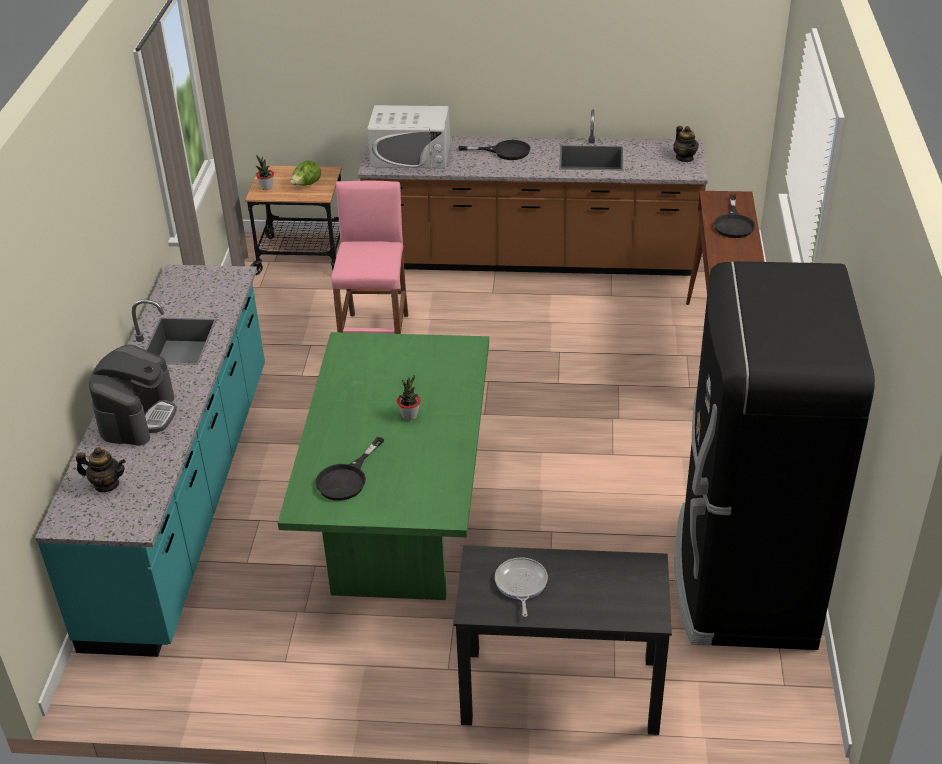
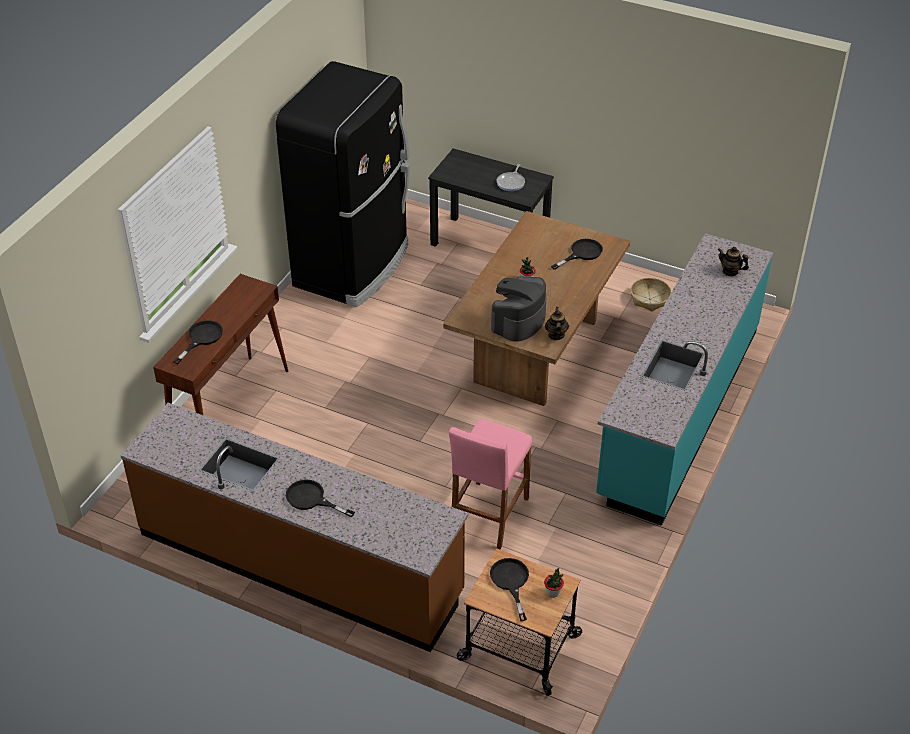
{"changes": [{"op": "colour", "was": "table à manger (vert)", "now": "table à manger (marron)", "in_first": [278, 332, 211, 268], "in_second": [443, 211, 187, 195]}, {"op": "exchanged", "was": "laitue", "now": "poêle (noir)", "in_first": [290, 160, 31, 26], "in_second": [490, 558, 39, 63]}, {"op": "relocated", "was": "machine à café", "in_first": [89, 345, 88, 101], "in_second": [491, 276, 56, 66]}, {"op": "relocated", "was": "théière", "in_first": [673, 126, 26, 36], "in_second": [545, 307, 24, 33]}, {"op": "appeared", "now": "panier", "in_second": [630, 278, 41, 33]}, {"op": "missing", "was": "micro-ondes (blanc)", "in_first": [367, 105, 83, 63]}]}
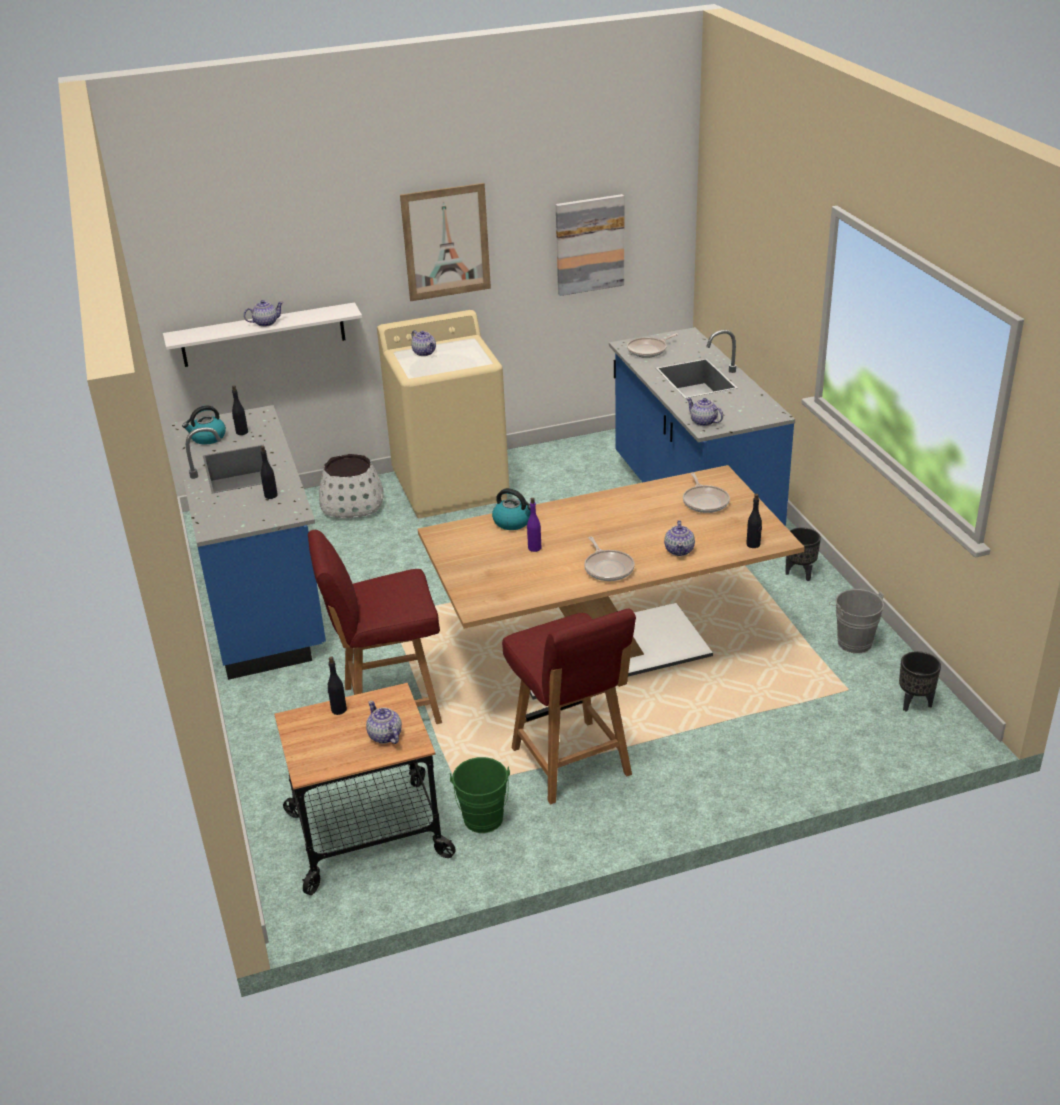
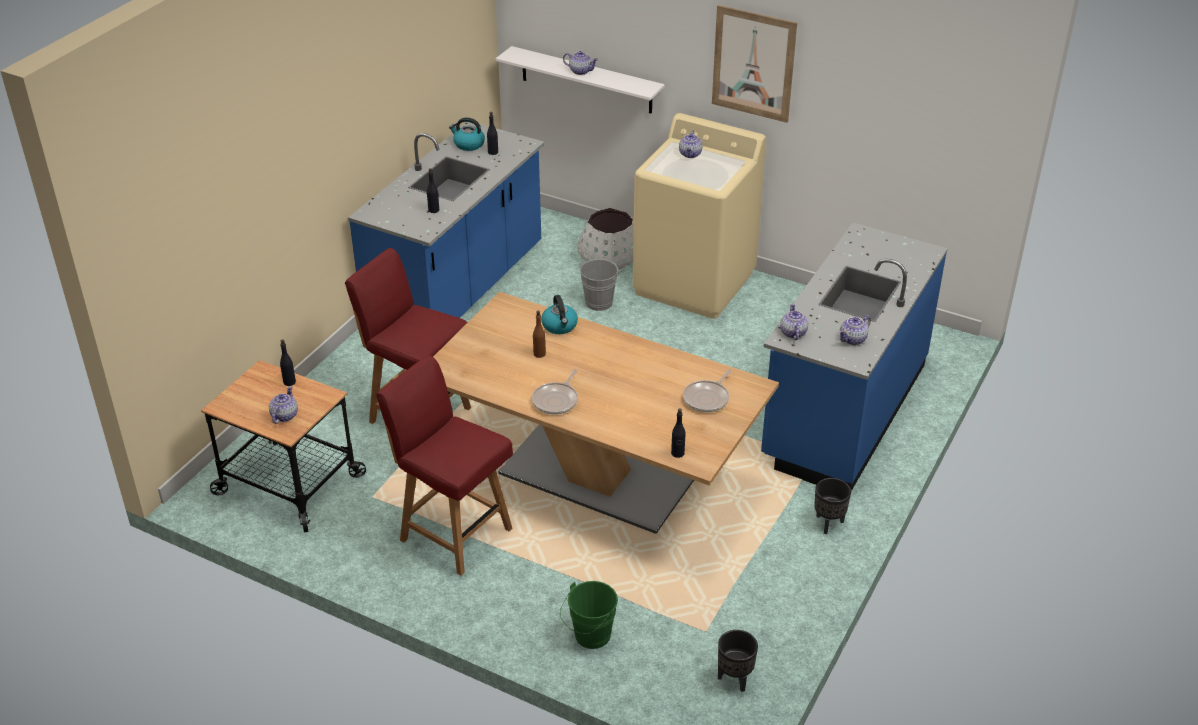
{"changes": [{"op": "spun", "was": "chaise (rouge)", "in_first": [502, 608, 134, 196], "in_second": [376, 355, 137, 221], "clockwise": 105}, {"op": "colour", "was": "bouteille (violet)", "now": "bouteille (marron)", "in_first": [527, 498, 14, 54], "in_second": [533, 311, 13, 47]}, {"op": "relocated", "was": "seau (vert)", "in_first": [450, 757, 60, 76], "in_second": [560, 581, 58, 68]}, {"op": "relocated", "was": "seau (gris)", "in_first": [829, 589, 55, 65], "in_second": [579, 259, 43, 52]}, {"op": "relocated", "was": "théière", "in_first": [664, 520, 31, 36], "in_second": [839, 315, 32, 30]}, {"op": "missing", "was": "tableau", "in_first": [556, 194, 68, 102]}, {"op": "missing", "was": "poêle", "in_first": [627, 333, 51, 25]}]}
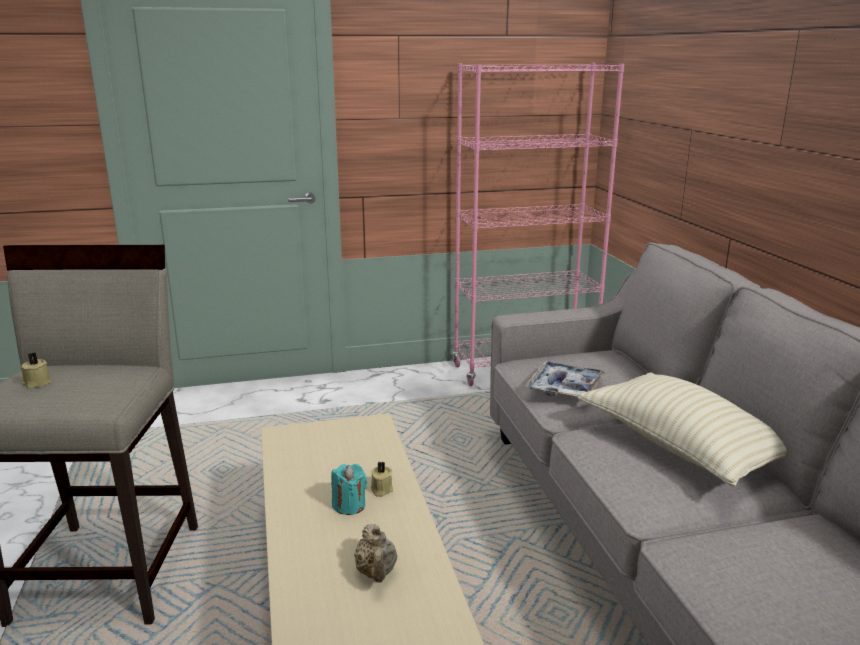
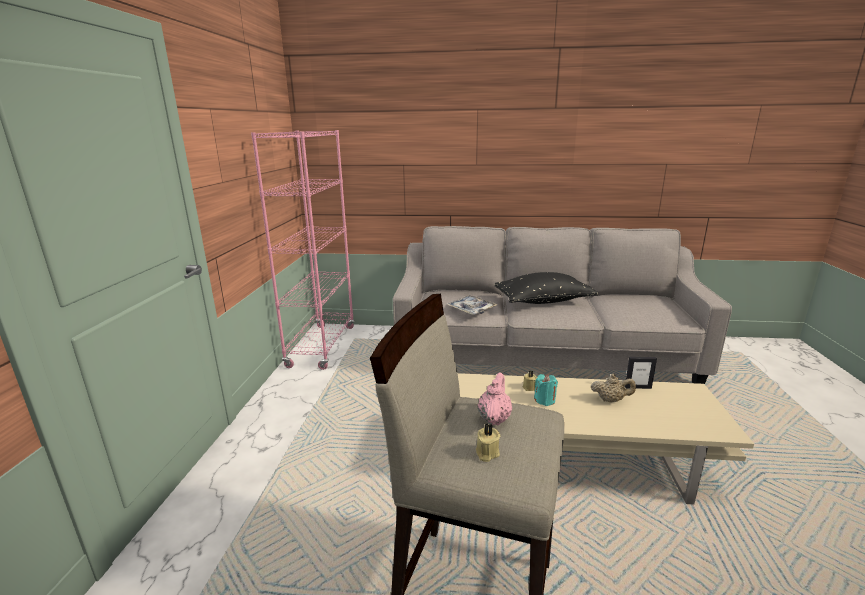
{"changes": [{"op": "appeared", "now": "théière (rose)", "in_second": [477, 373, 35, 53]}, {"op": "colour", "was": "coussin (beige)", "now": "coussin (noir)", "in_first": [578, 373, 209, 114], "in_second": [494, 272, 104, 32]}, {"op": "appeared", "now": "cadre photo", "in_second": [625, 357, 32, 32]}]}
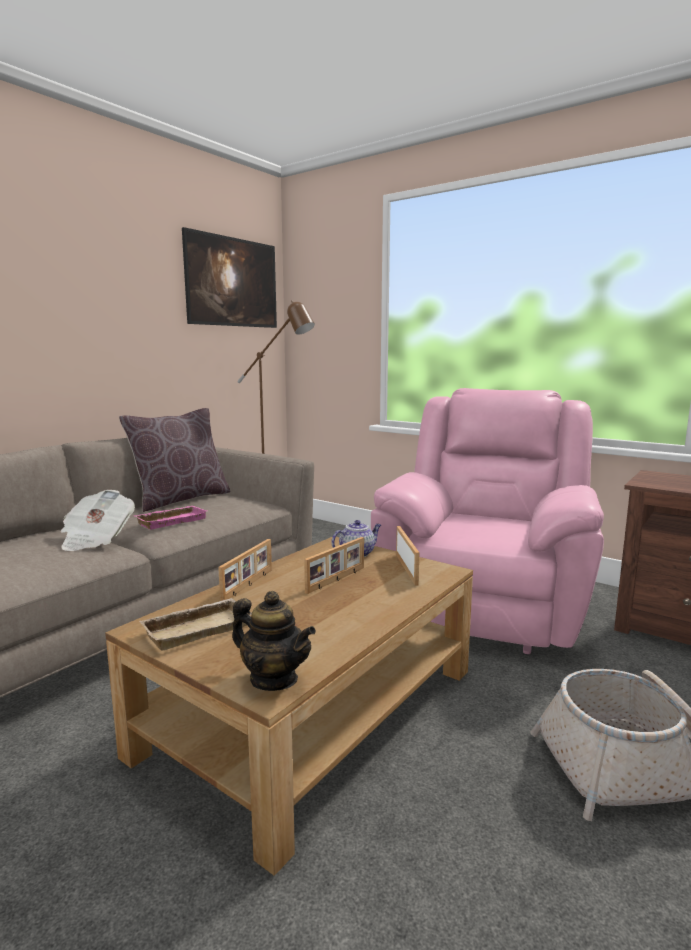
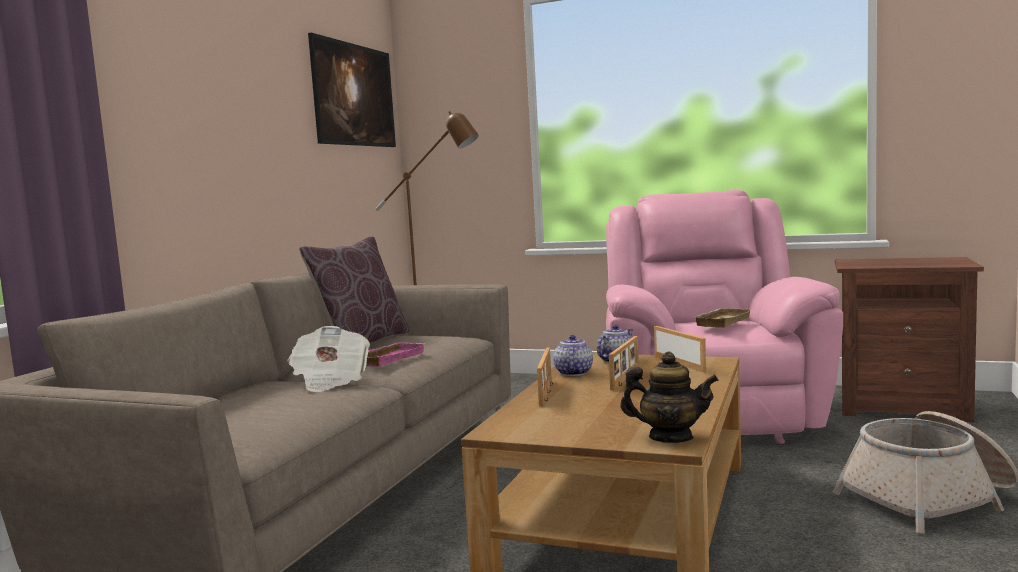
{"changes": [{"op": "appeared", "now": "théière", "in_second": [553, 335, 40, 41]}, {"op": "relocated", "was": "plateau (beige)", "in_first": [140, 598, 112, 53], "in_second": [694, 308, 57, 20]}]}
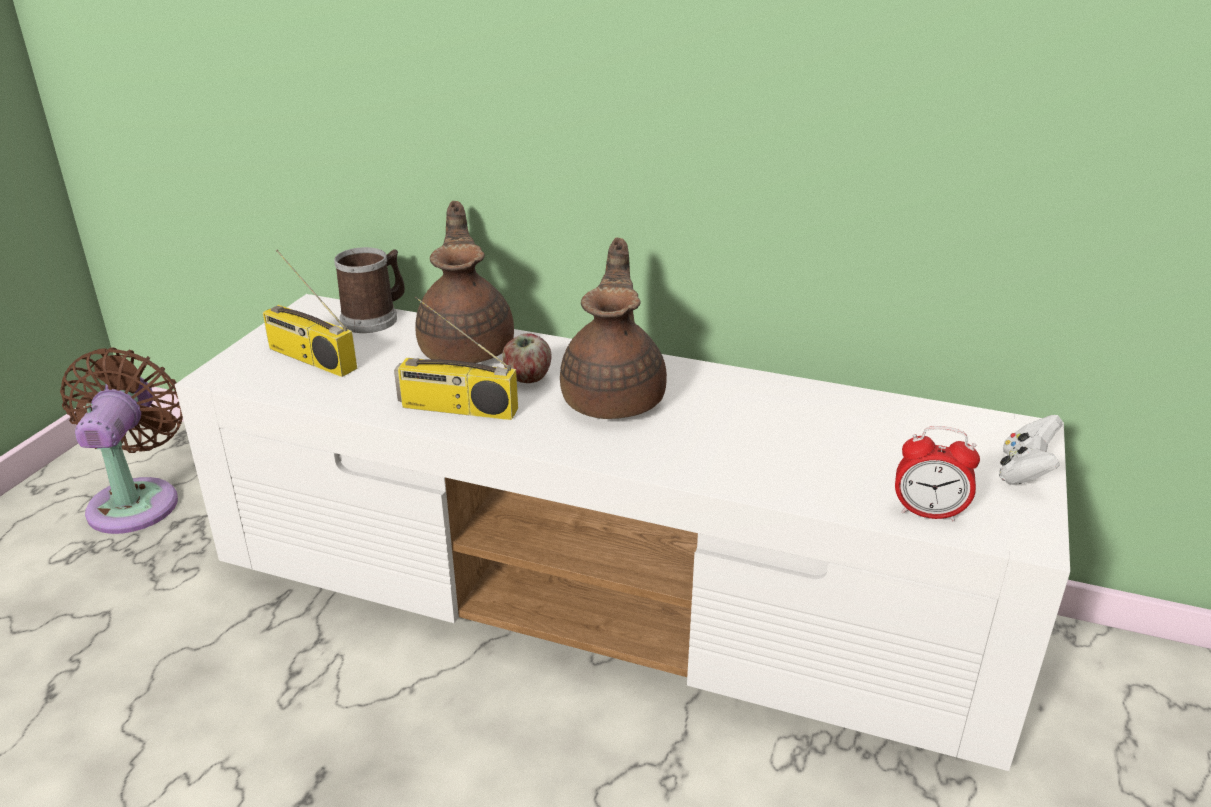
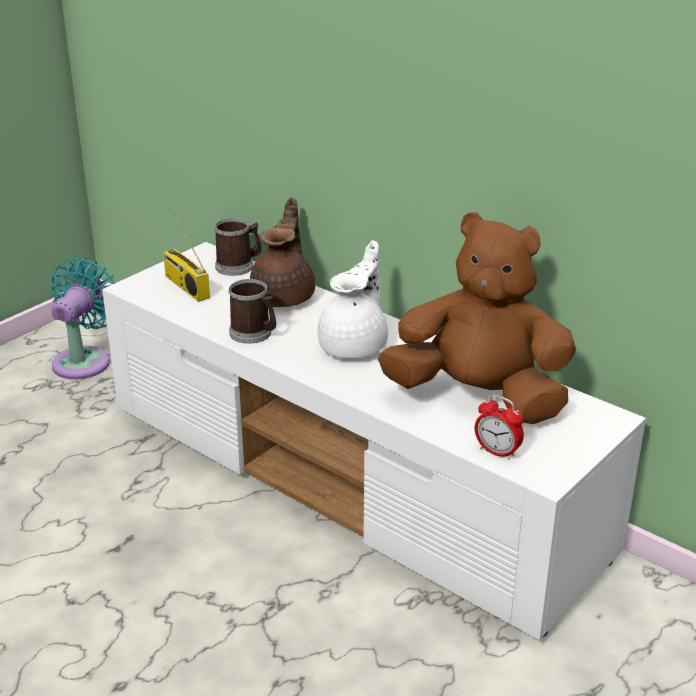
{"changes": [{"op": "colour", "was": "ventilateur (marron)", "now": "ventilateur (turquoise)", "in_first": [60, 348, 123, 186], "in_second": [50, 257, 65, 123]}, {"op": "exchanged", "was": "radio", "now": "mug", "in_first": [394, 297, 124, 123], "in_second": [228, 279, 48, 65]}, {"op": "colour", "was": "théière (marron)", "now": "théière (blanc)", "in_first": [560, 238, 107, 181], "in_second": [318, 240, 70, 119]}, {"op": "appeared", "now": "peluche (marron)", "in_second": [378, 212, 198, 212]}, {"op": "missing", "was": "pomme", "in_first": [502, 333, 50, 50]}, {"op": "missing", "was": "manette (blanc)", "in_first": [999, 415, 64, 70]}]}
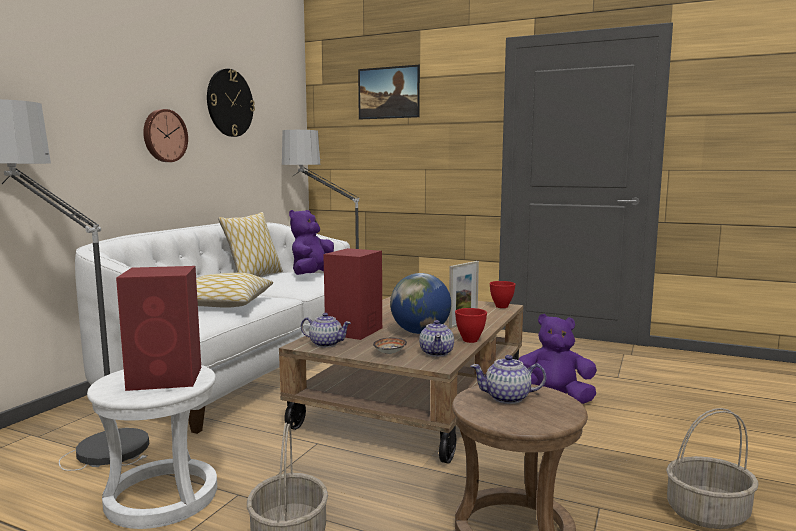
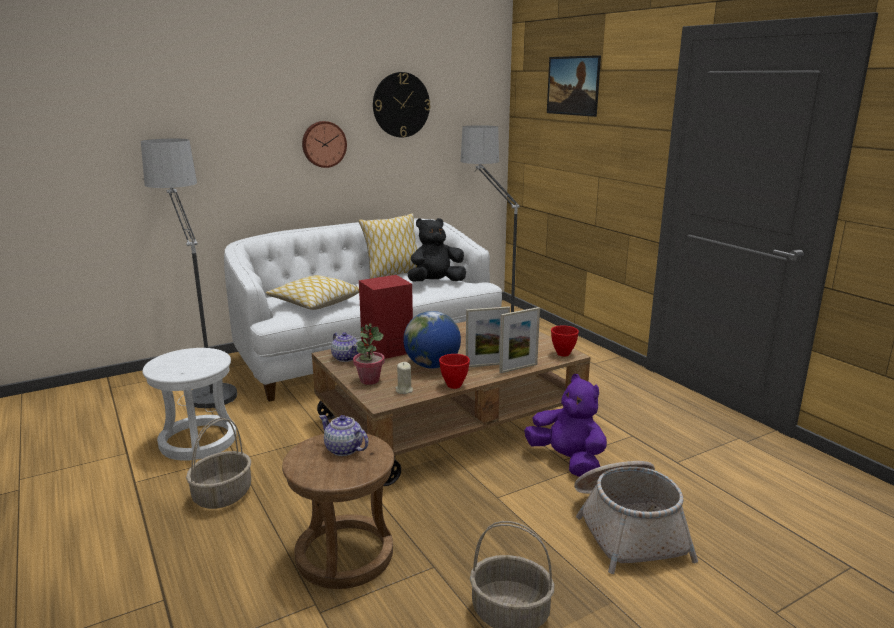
{"changes": [{"op": "exchanged", "was": "bol", "now": "plante en pot", "in_first": [373, 337, 34, 17], "in_second": [353, 324, 32, 61]}, {"op": "exchanged", "was": "théière", "now": "bougie (beige)", "in_first": [419, 320, 35, 37], "in_second": [395, 362, 18, 32]}, {"op": "colour", "was": "peluche (violet)", "now": "peluche (noir)", "in_first": [289, 210, 45, 65], "in_second": [407, 218, 59, 63]}, {"op": "appeared", "now": "cadre photo", "in_second": [499, 307, 41, 66]}, {"op": "appeared", "now": "panier", "in_second": [574, 461, 124, 113]}, {"op": "missing", "was": "enceinte (rouge)", "in_first": [116, 266, 85, 125]}]}
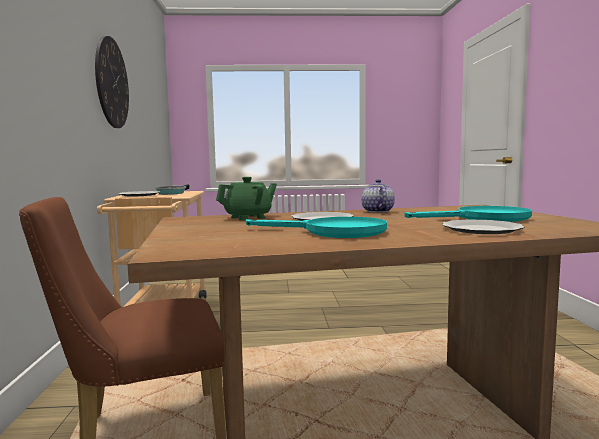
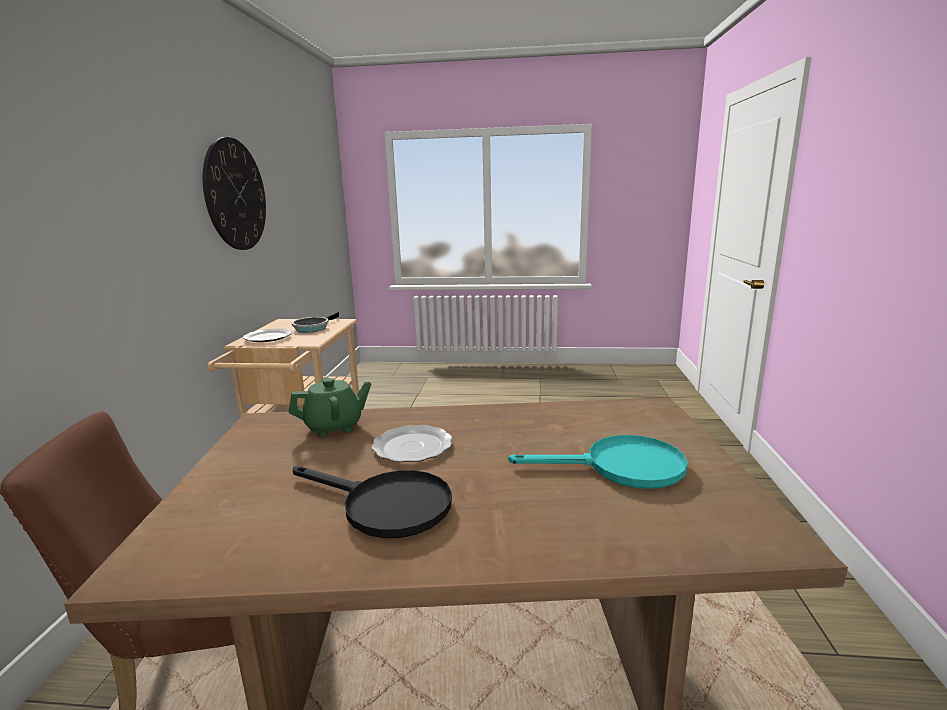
{"changes": [{"op": "colour", "was": "poêle (turquoise)", "now": "poêle (noir)", "in_first": [246, 217, 141, 21], "in_second": [293, 466, 159, 72]}, {"op": "missing", "was": "théière", "in_first": [361, 179, 34, 34]}, {"op": "missing", "was": "assiette", "in_first": [443, 220, 81, 14]}]}
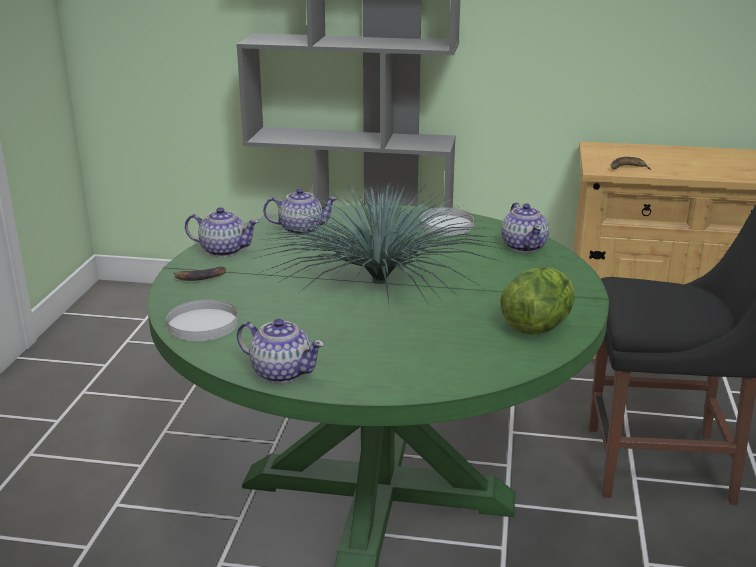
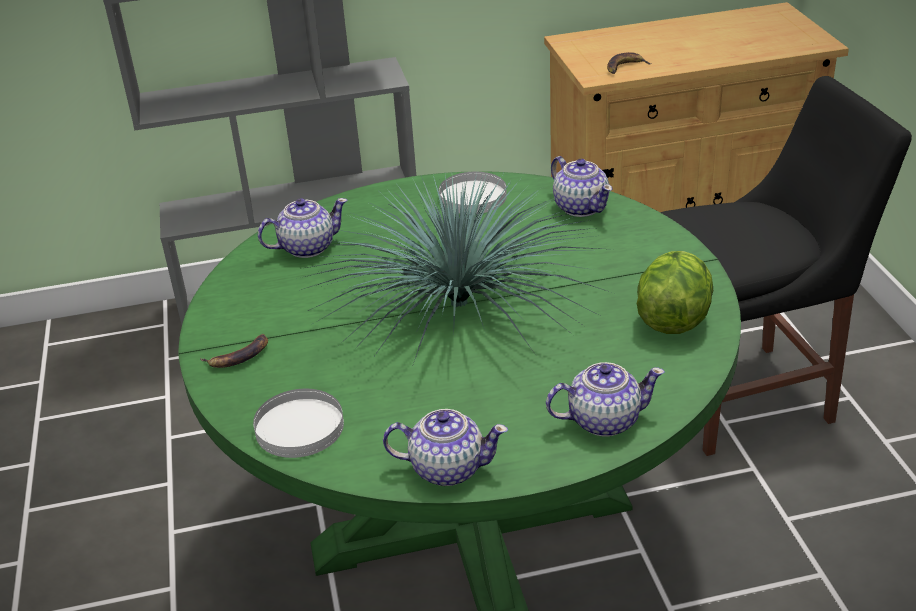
{"changes": [{"op": "relocated", "was": "théière", "in_first": [185, 207, 74, 50], "in_second": [546, 362, 119, 74]}]}
